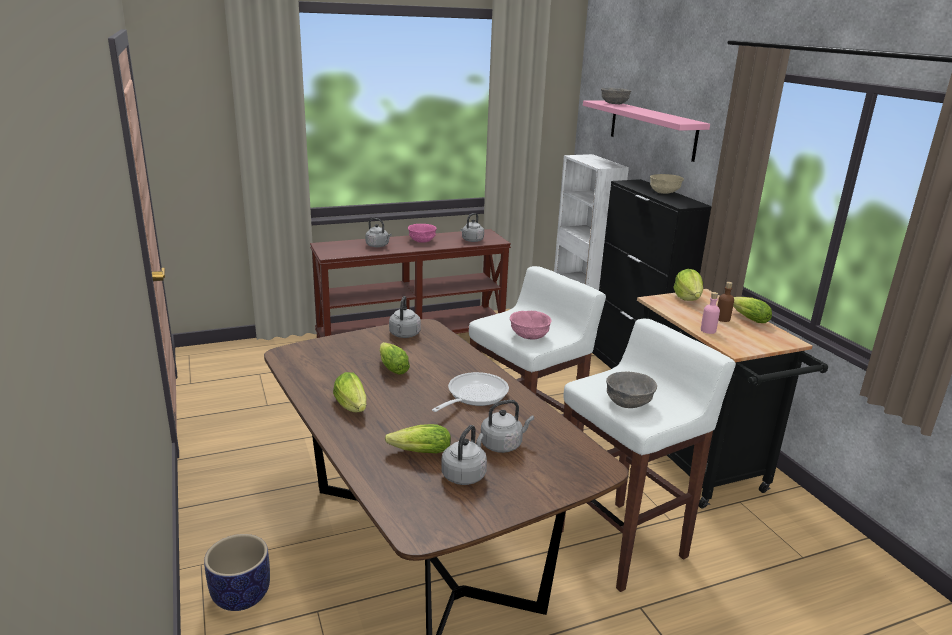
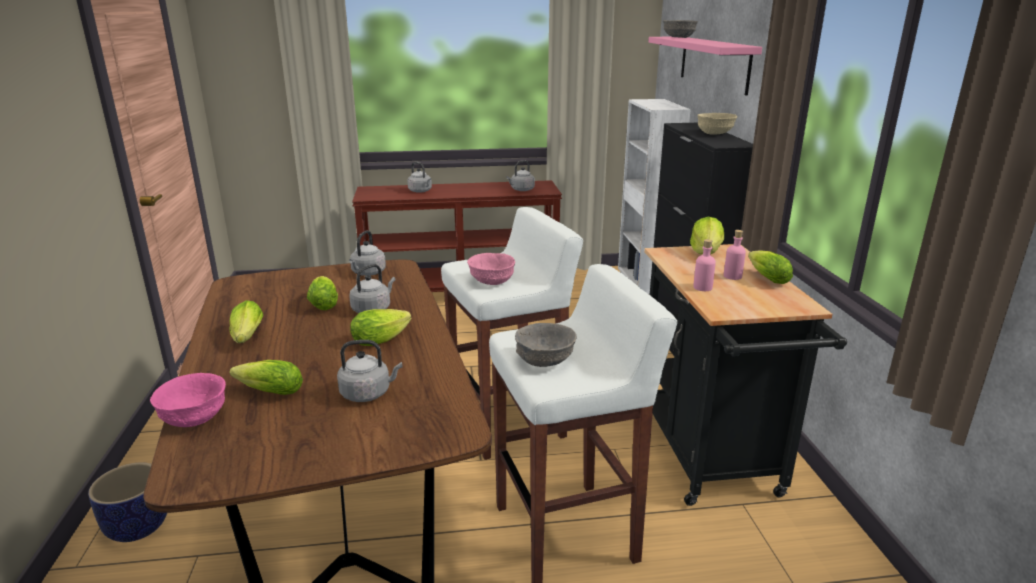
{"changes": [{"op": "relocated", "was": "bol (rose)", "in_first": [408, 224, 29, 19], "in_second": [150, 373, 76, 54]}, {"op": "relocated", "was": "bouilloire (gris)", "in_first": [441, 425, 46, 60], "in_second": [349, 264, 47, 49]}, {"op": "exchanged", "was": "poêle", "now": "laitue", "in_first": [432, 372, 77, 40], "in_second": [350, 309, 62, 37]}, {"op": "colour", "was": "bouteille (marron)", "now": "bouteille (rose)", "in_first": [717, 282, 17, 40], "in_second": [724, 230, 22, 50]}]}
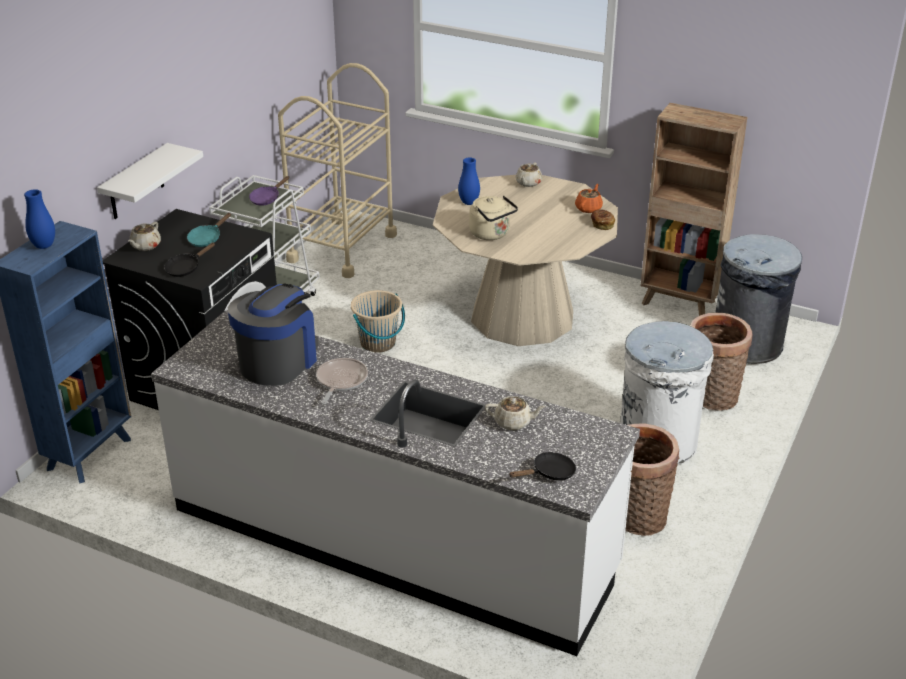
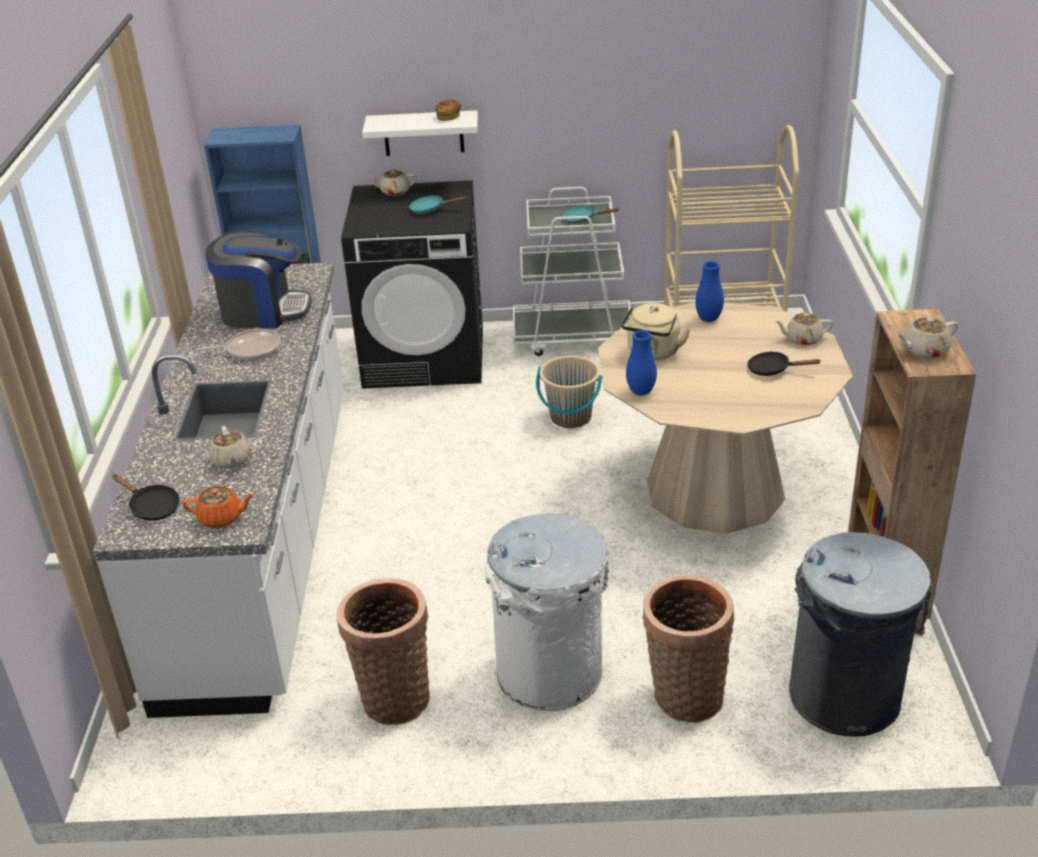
{"changes": [{"op": "relocated", "was": "théière (orange)", "in_first": [575, 184, 28, 29], "in_second": [182, 486, 73, 42]}, {"op": "relocated", "was": "pain", "in_first": [591, 209, 24, 21], "in_second": [435, 99, 26, 22]}, {"op": "colour", "was": "poêle (violet)", "now": "poêle (turquoise)", "in_first": [249, 176, 40, 29], "in_second": [562, 206, 57, 18]}, {"op": "relocated", "was": "vase (bleu)", "in_first": [24, 189, 31, 60], "in_second": [626, 330, 31, 66]}, {"op": "relocated", "was": "poêle (noir)", "in_first": [164, 242, 51, 35], "in_second": [747, 351, 74, 25]}, {"op": "appeared", "now": "théière (beige)", "in_second": [896, 318, 62, 41]}]}
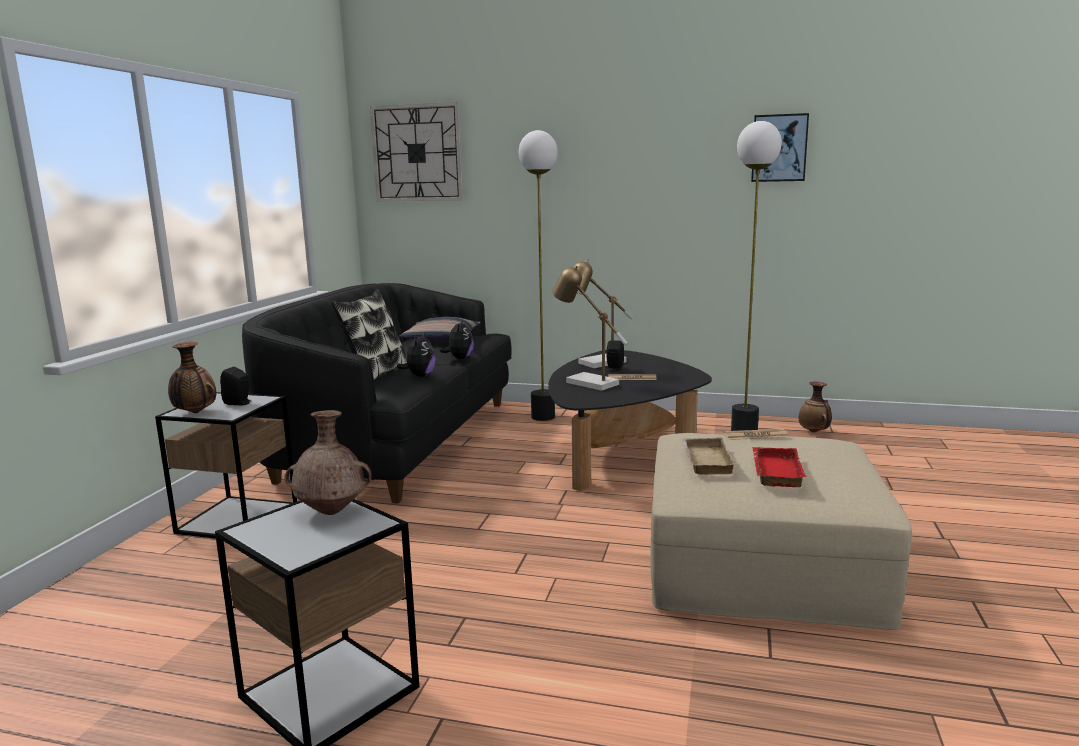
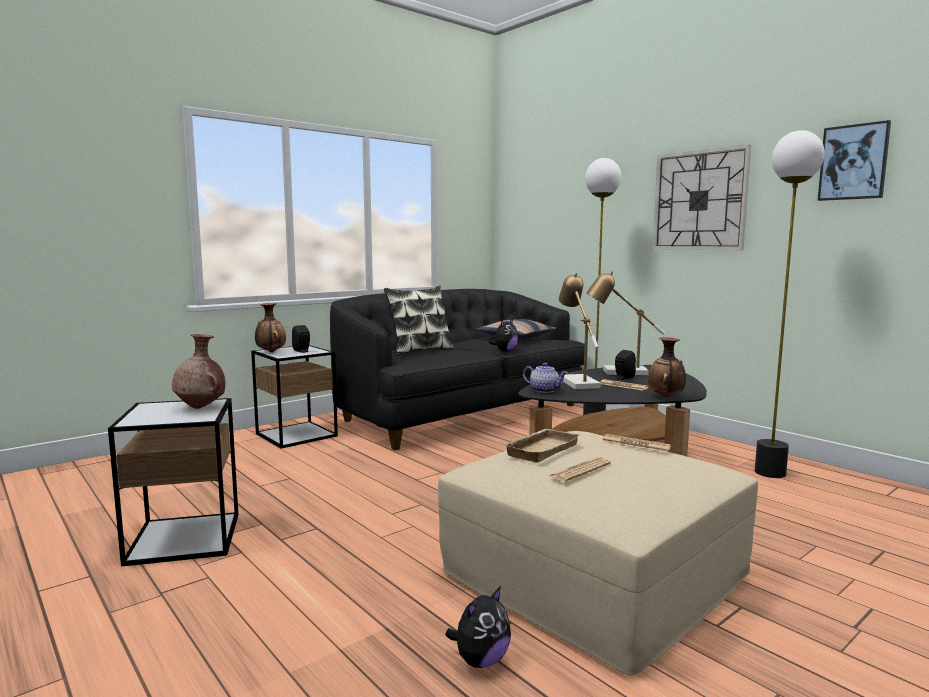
{"changes": [{"op": "relocated", "was": "peluche", "in_first": [397, 332, 39, 45], "in_second": [445, 586, 66, 82]}, {"op": "appeared", "now": "théière", "in_second": [523, 363, 45, 30]}, {"op": "exchanged", "was": "plateau (rouge)", "now": "journal", "in_first": [752, 447, 54, 40], "in_second": [549, 457, 62, 25]}, {"op": "relocated", "was": "vase", "in_first": [799, 381, 33, 52], "in_second": [648, 337, 38, 60]}, {"op": "relocated", "was": "horloge murale", "in_first": [370, 102, 93, 100], "in_second": [652, 144, 99, 106]}]}
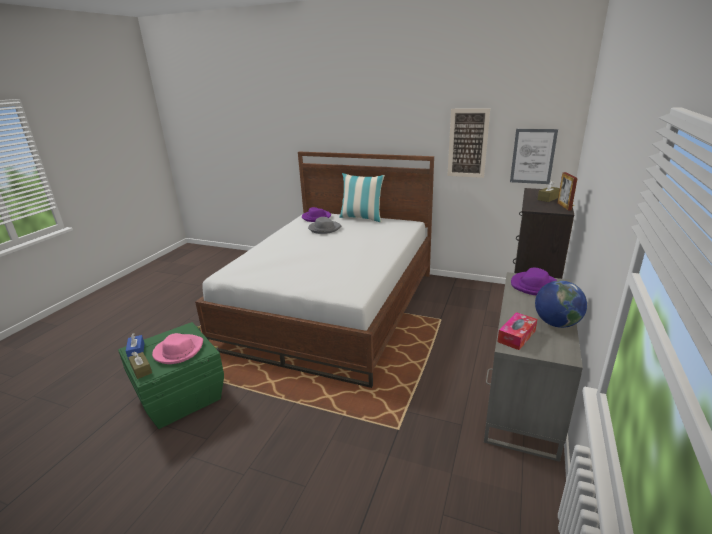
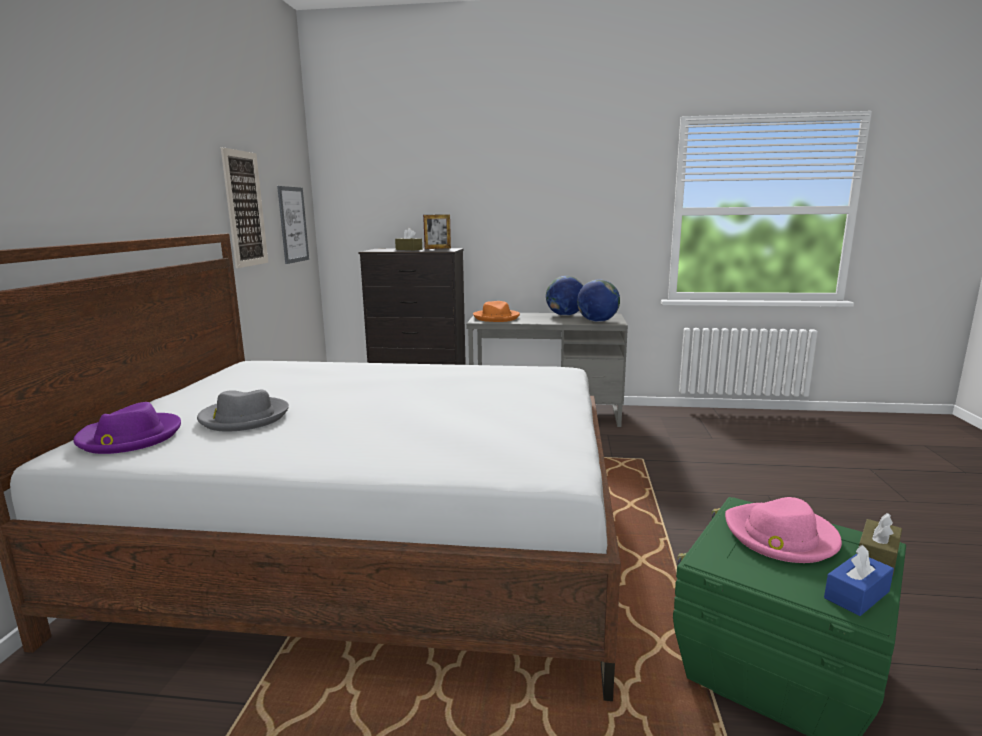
{"changes": [{"op": "colour", "was": "chapeau (violet)", "now": "chapeau (orange)", "in_first": [511, 268, 46, 28], "in_second": [473, 301, 47, 21]}, {"op": "exchanged", "was": "boîte à mouchoirs", "now": "globe", "in_first": [497, 312, 40, 38], "in_second": [577, 279, 43, 43]}, {"op": "missing", "was": "coussin", "in_first": [339, 173, 46, 49]}]}
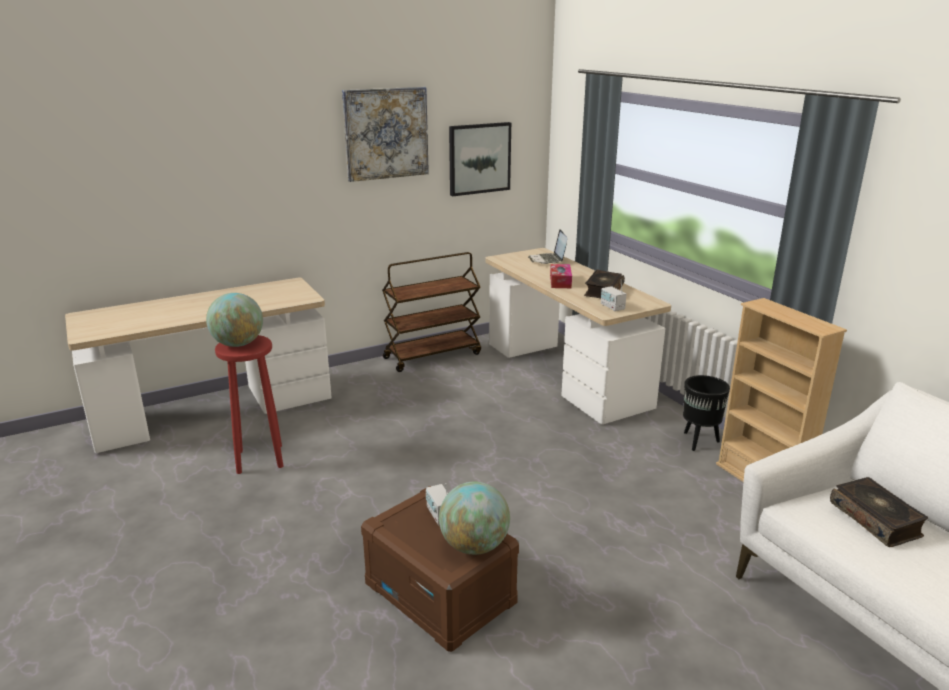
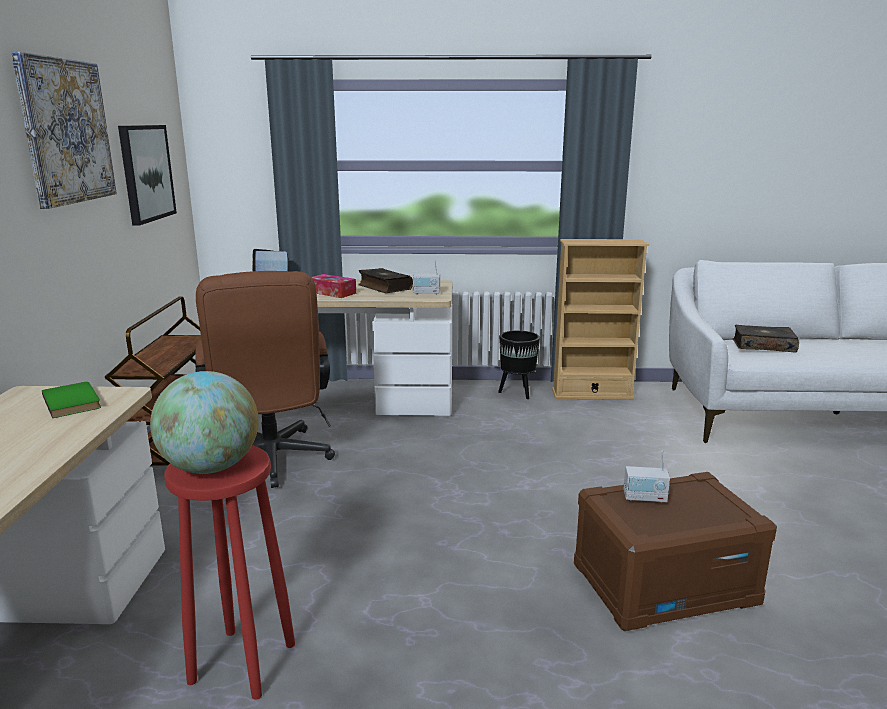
{"changes": [{"op": "appeared", "now": "livre (vert)", "in_second": [42, 382, 59, 36]}, {"op": "appeared", "now": "chaise de bureau (marron)", "in_second": [195, 271, 140, 217]}, {"op": "missing", "was": "globe", "in_first": [439, 481, 71, 74]}]}
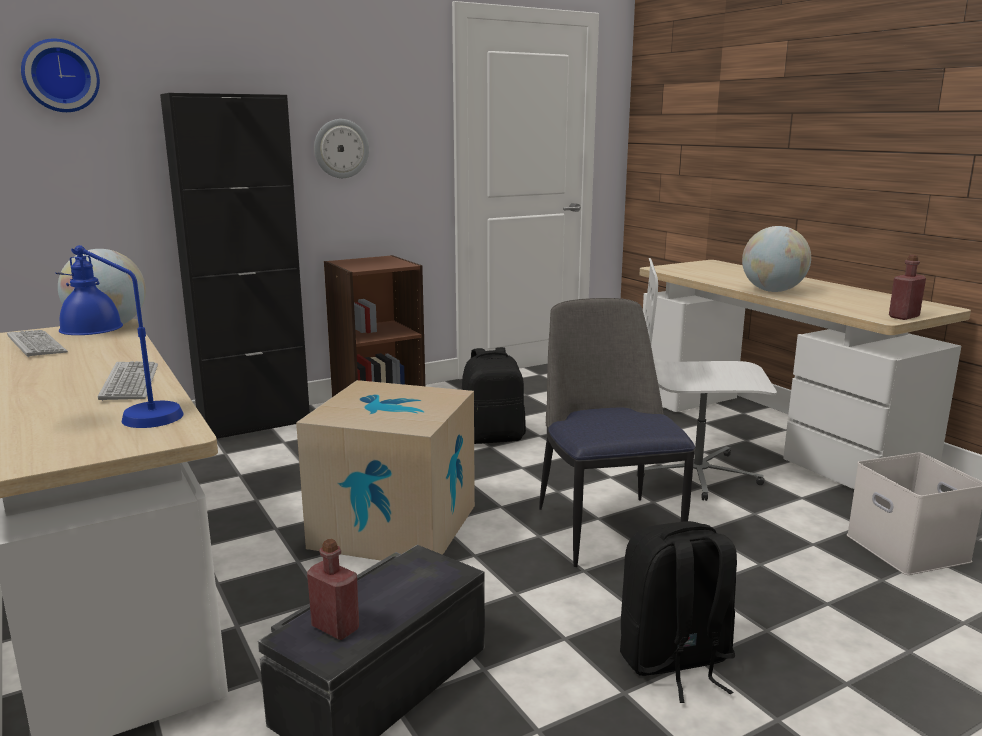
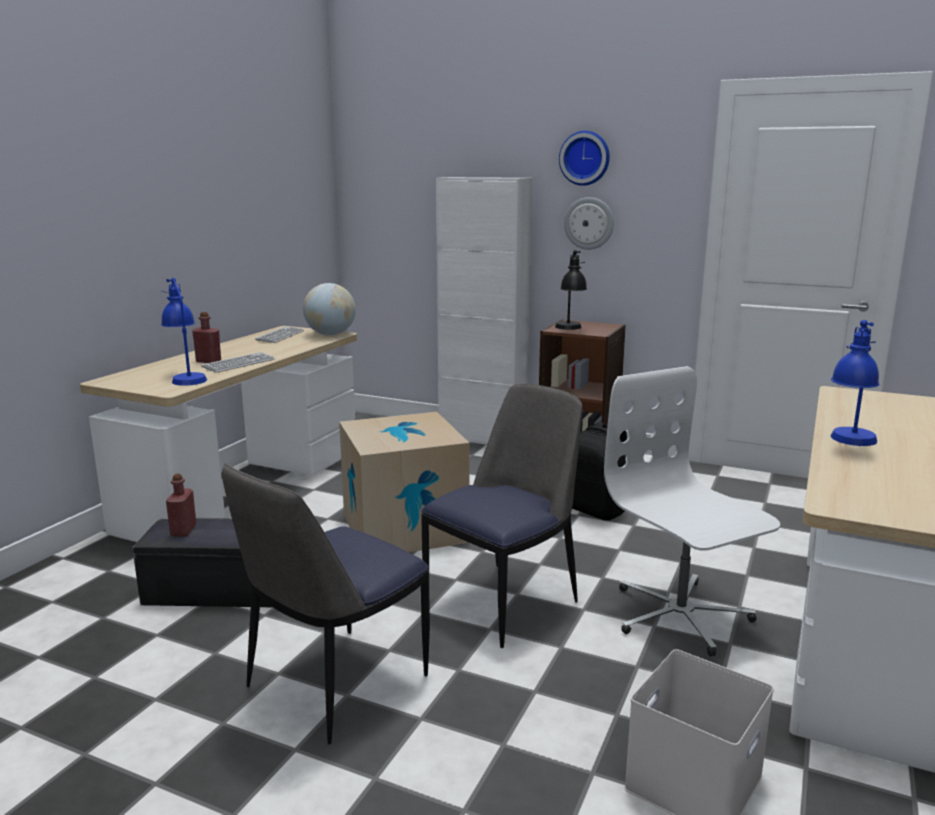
{"changes": [{"op": "relocated", "was": "bouteille (rouge)", "in_first": [889, 255, 37, 65], "in_second": [192, 312, 29, 51]}, {"op": "exchanged", "was": "sac à dos (noir)", "now": "chaise", "in_first": [620, 521, 117, 182], "in_second": [222, 463, 208, 281]}, {"op": "colour", "was": "meuble de rangement (noir)", "now": "meuble de rangement (blanc)", "in_first": [160, 93, 150, 346], "in_second": [436, 177, 96, 268]}, {"op": "appeared", "now": "lampe de table (noir)", "in_second": [555, 250, 32, 80]}, {"op": "relocated", "was": "horloge murale", "in_first": [21, 38, 79, 74], "in_second": [559, 131, 51, 55]}, {"op": "exchanged", "was": "globe", "now": "lampe de table (bleu)", "in_first": [742, 226, 69, 66], "in_second": [831, 320, 48, 126]}]}
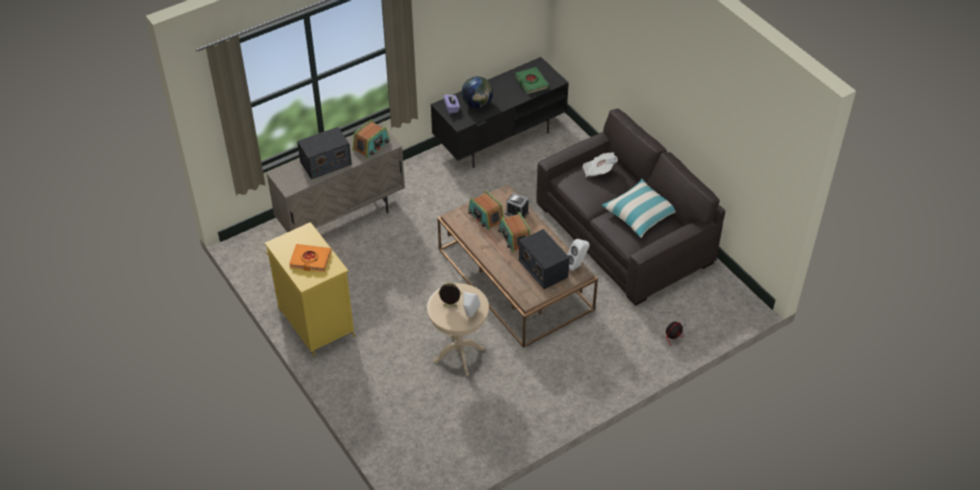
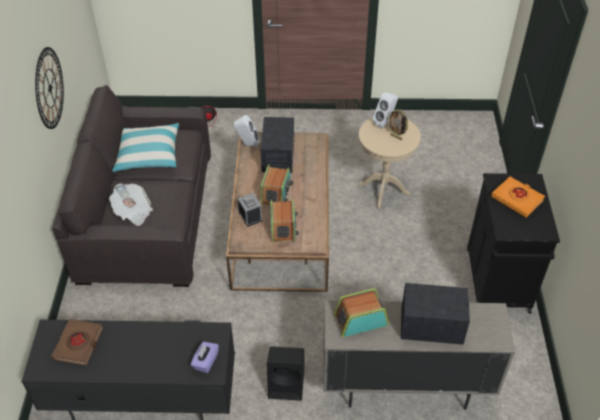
{"changes": [{"op": "appeared", "now": "horloge murale", "in_second": [35, 47, 29, 82]}, {"op": "colour", "was": "livre (vert)", "now": "livre (marron)", "in_first": [515, 67, 34, 27], "in_second": [51, 319, 52, 47]}, {"op": "appeared", "now": "enceinte (noir)", "in_second": [267, 346, 37, 55]}, {"op": "colour", "was": "meuble de rangement (jaune)", "now": "meuble de rangement (noir)", "in_first": [265, 222, 90, 135], "in_second": [467, 173, 93, 141]}, {"op": "missing", "was": "globe", "in_first": [462, 77, 31, 31]}]}
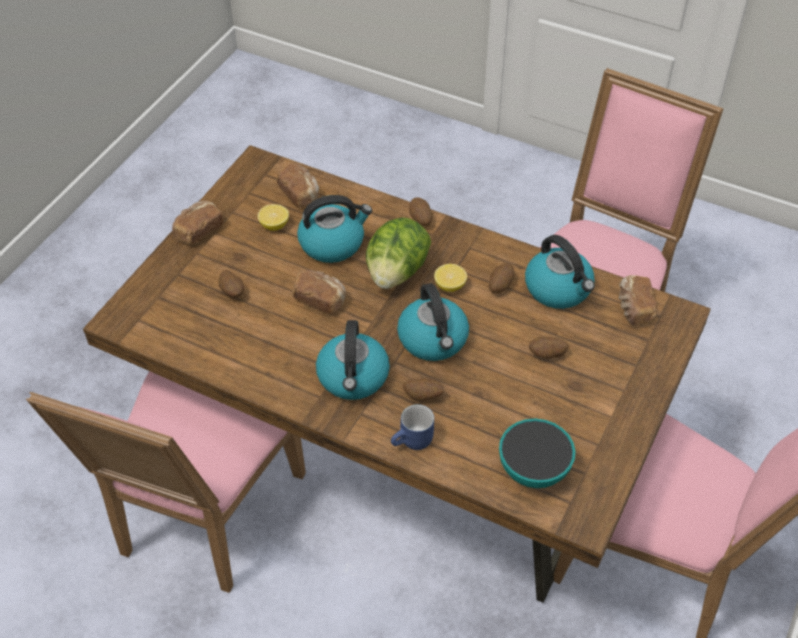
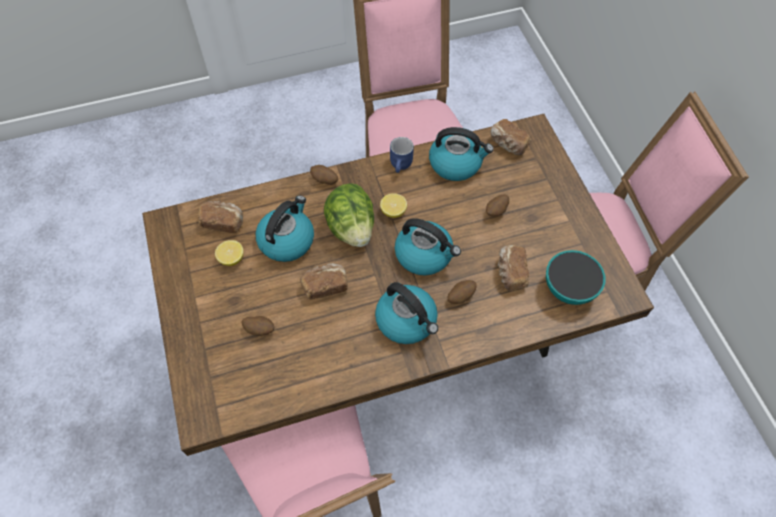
{"changes": [{"op": "relocated", "was": "mug (bleu)", "in_first": [391, 404, 43, 46], "in_second": [390, 137, 24, 36]}, {"op": "relocated", "was": "pain", "in_first": [172, 201, 52, 44], "in_second": [497, 245, 32, 46]}, {"op": "missing", "was": "pomme de terre", "in_first": [489, 263, 25, 30]}]}
